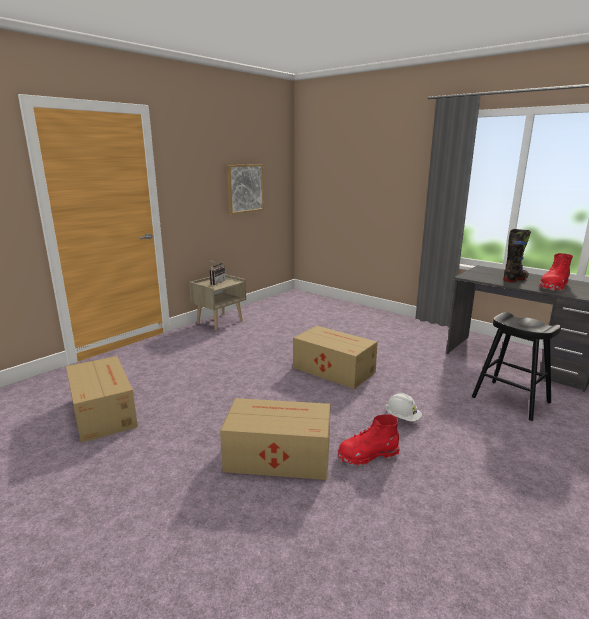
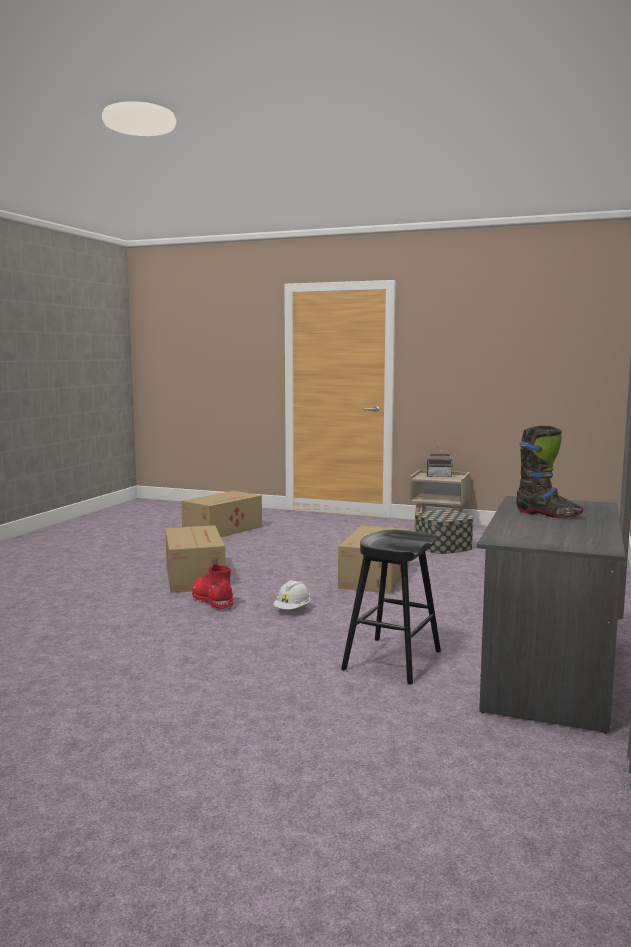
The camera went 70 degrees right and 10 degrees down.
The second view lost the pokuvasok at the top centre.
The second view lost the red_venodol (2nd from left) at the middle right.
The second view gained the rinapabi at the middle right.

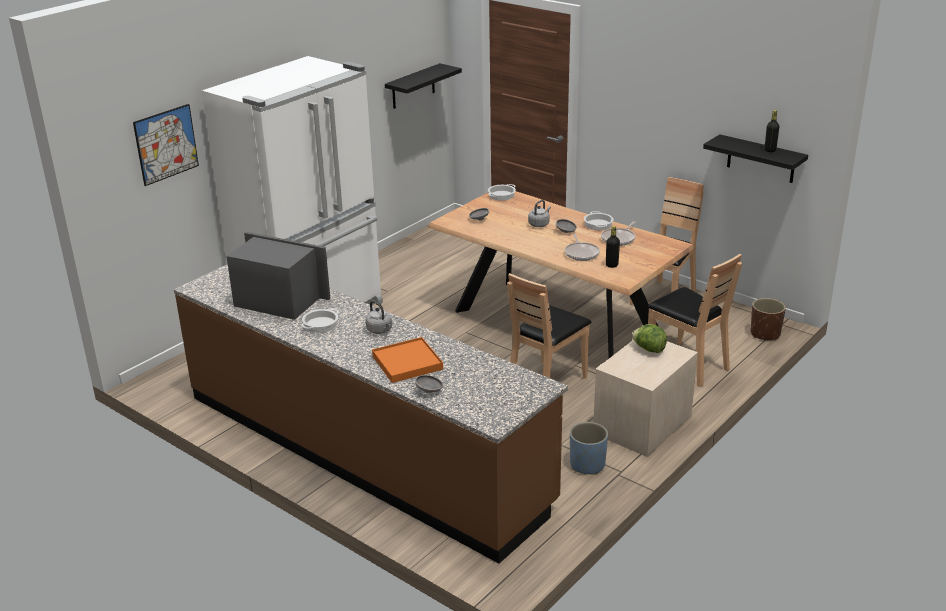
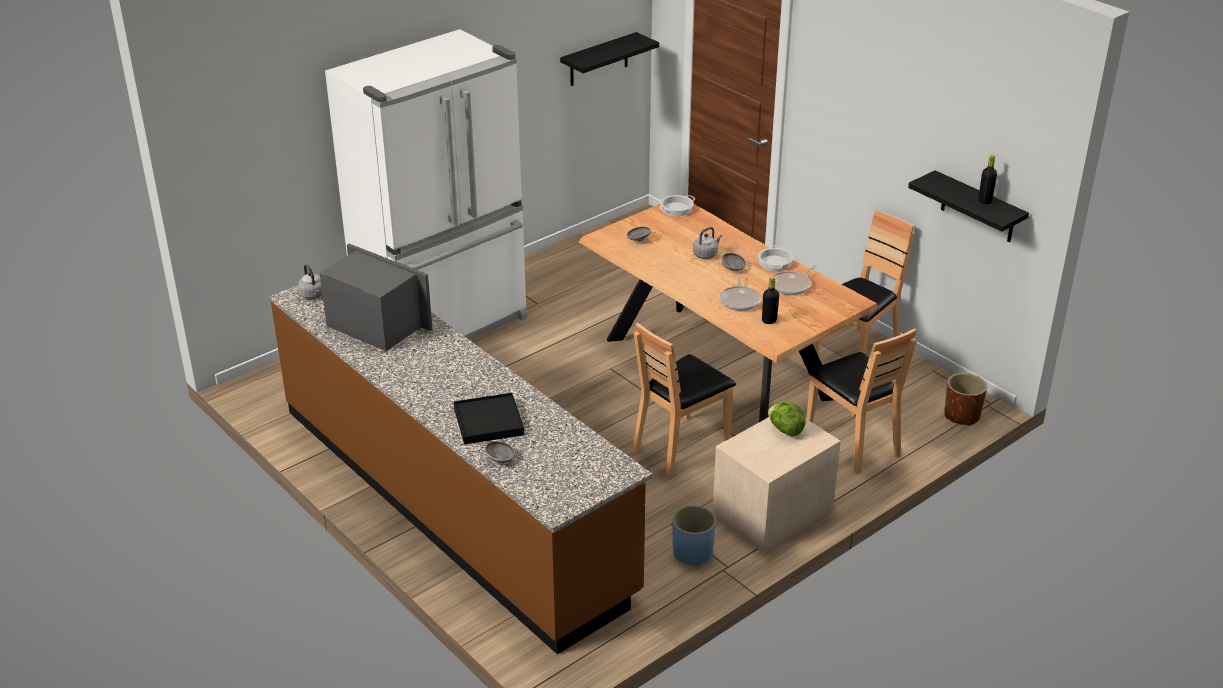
The camera went 10 degrees right and 5 degrees up.
The second view lost the pokuvasok at the top left.
The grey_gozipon (1st from left) ended up elsewhere, having gone from the centre to the middle left.
The second view lost the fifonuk (1st from left) at the centre.
What was the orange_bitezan at the centre turned into the black_bitezan at the centre.

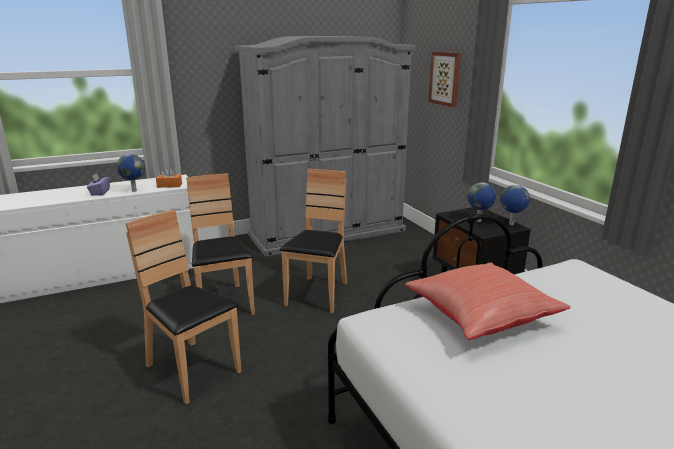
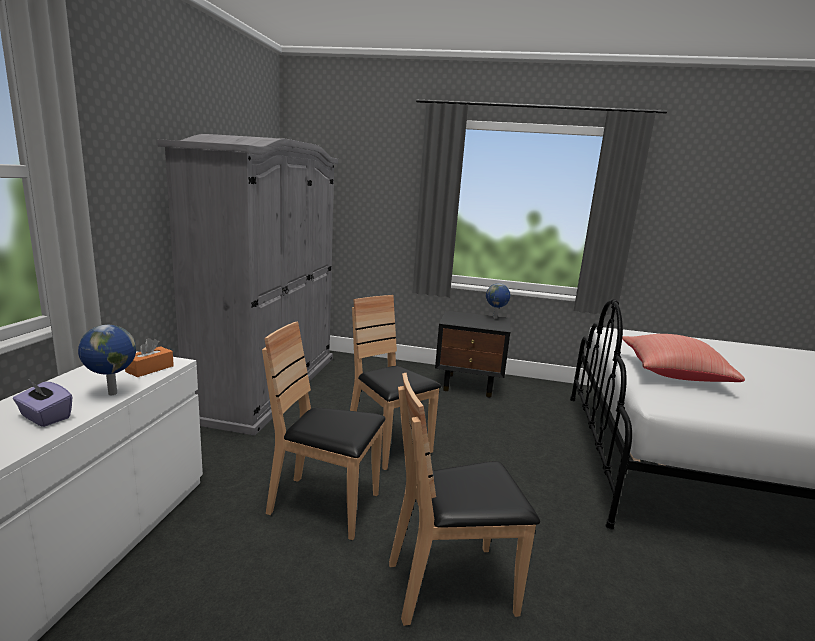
The camera went 55 degrees left and 5 degrees down.
The second view lost the pokuvasok at the top centre.
The second view lost the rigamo (2nd from left) at the middle right.

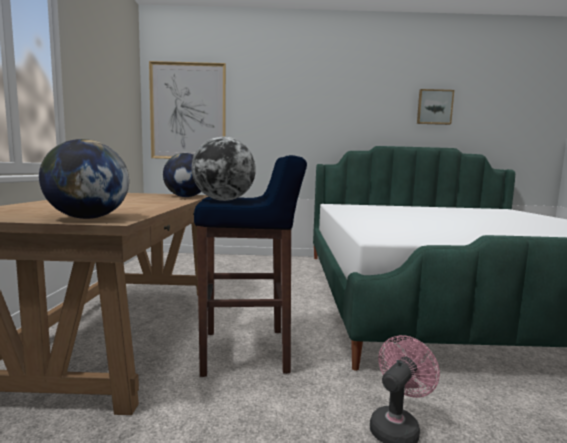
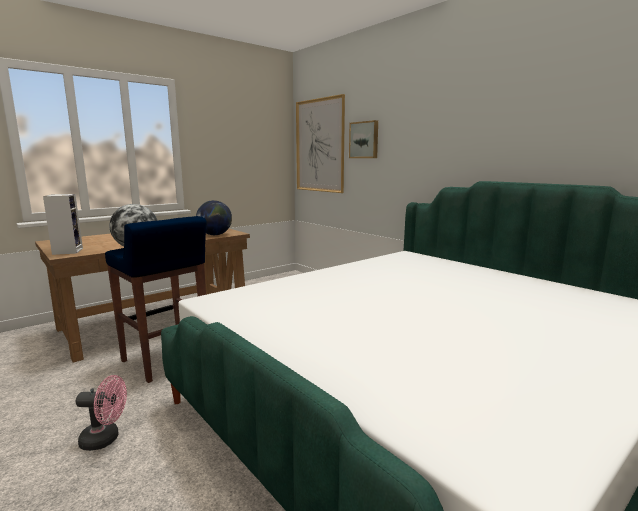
The camera went 50 degrees right and 5 degrees up.
The pokuvasok (2nd from left) ended up elsewhere, having gone from the top right to the top centre.
Where the rigamo (1st from left) stood at the middle left, the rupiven came to stand at the middle left.

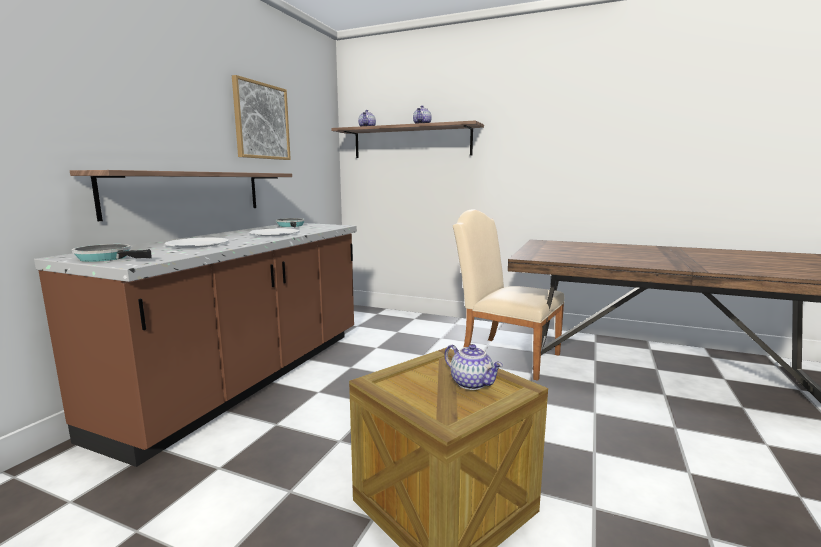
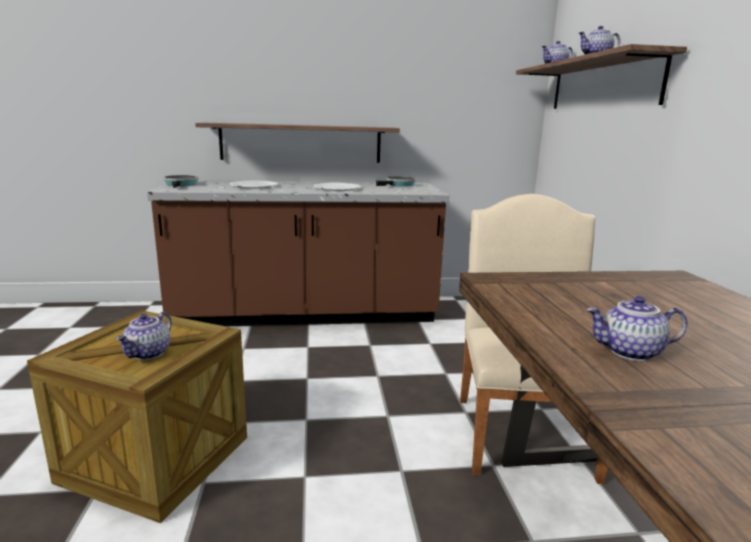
The camera went 60 degrees right and 5 degrees up.
The second view lost the pokuvasok at the top left.
The second view gained the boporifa (4th from left) at the middle right.

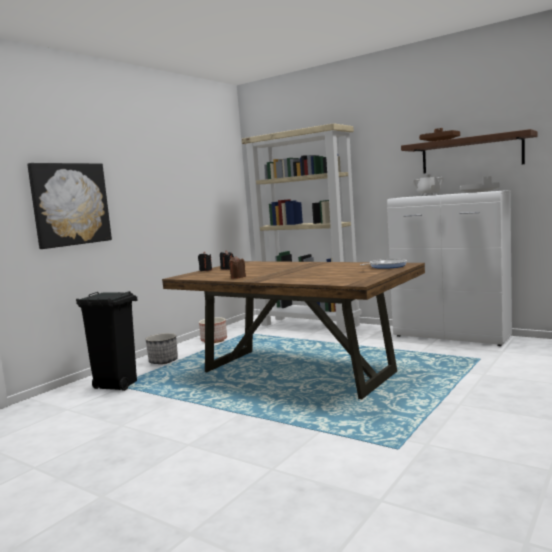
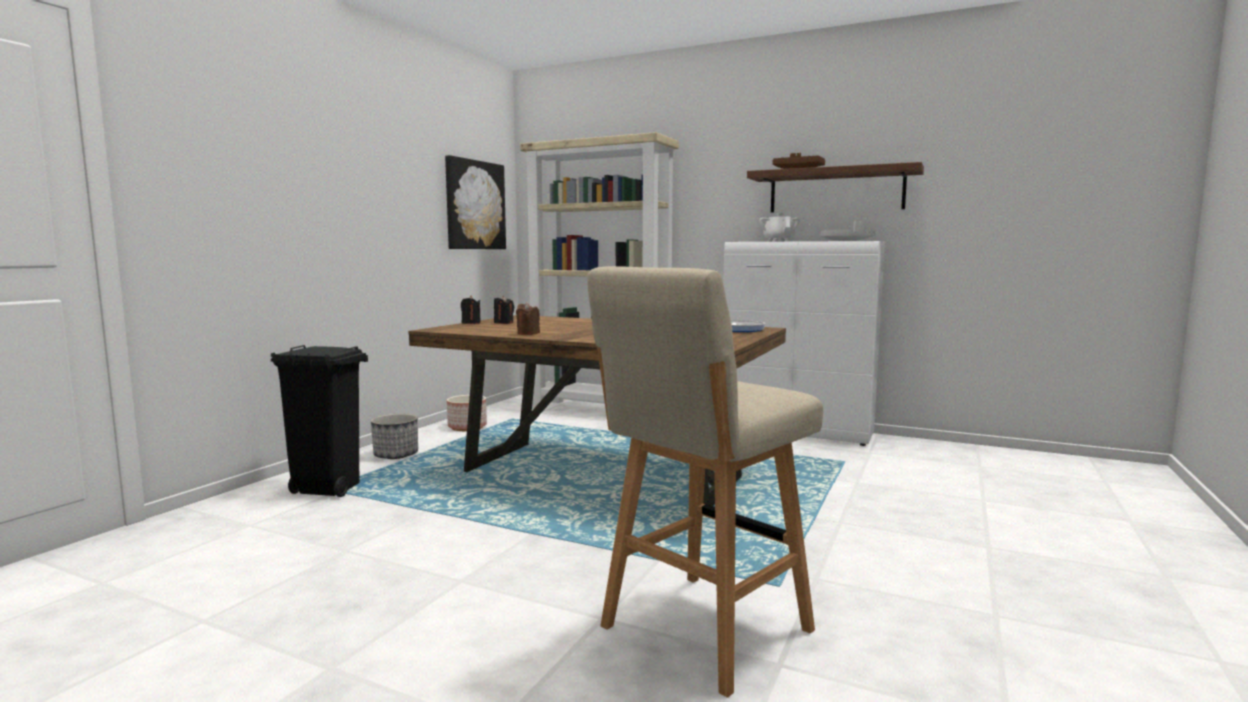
The camera went 10 degrees left and 0 degrees up.
The pokuvasok ended up elsewhere, having gone from the middle left to the top centre.
The second view gained the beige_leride at the bottom centre.

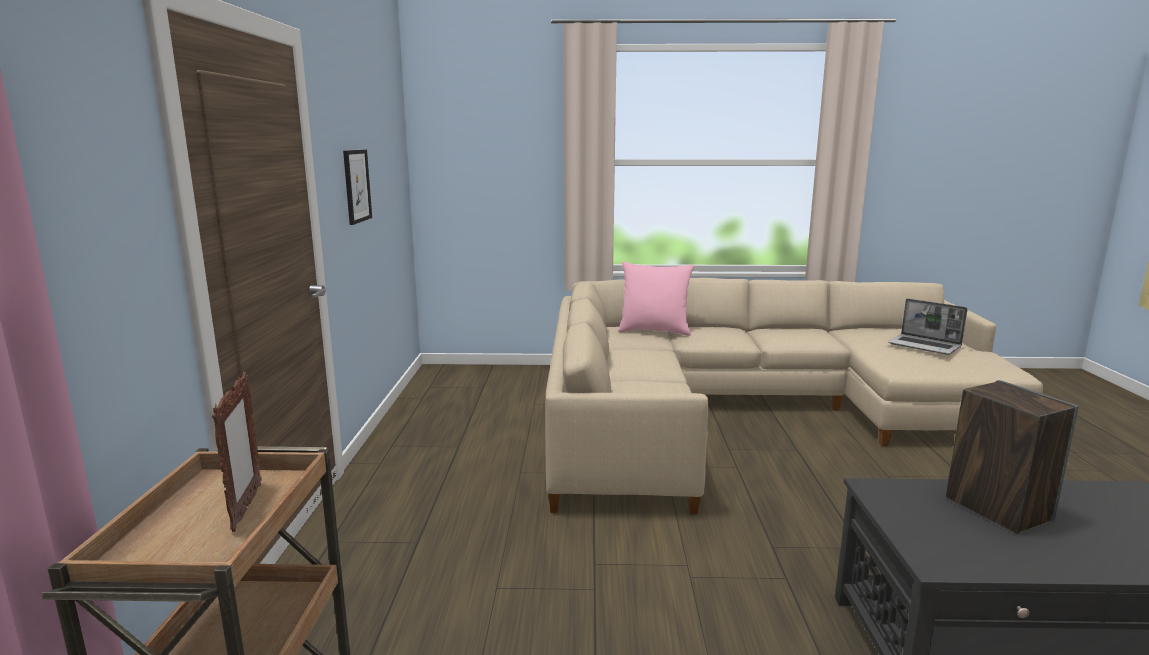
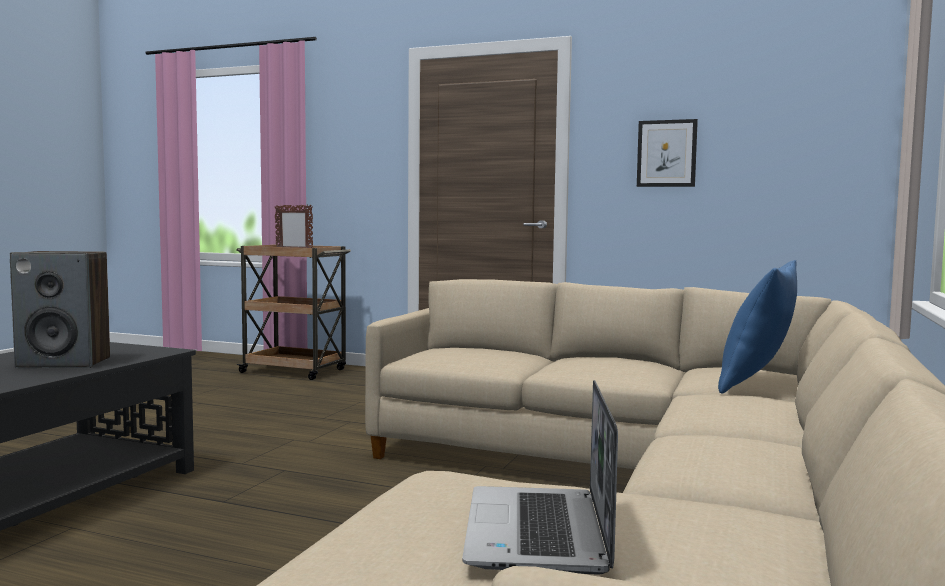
The camera went 110 degrees right and 10 degrees down.
What was the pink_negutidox at the centre turned into the blue_negutidox at the middle right.
The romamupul at the middle right ended up facing another way, 60 degrees counterclockwise from before.

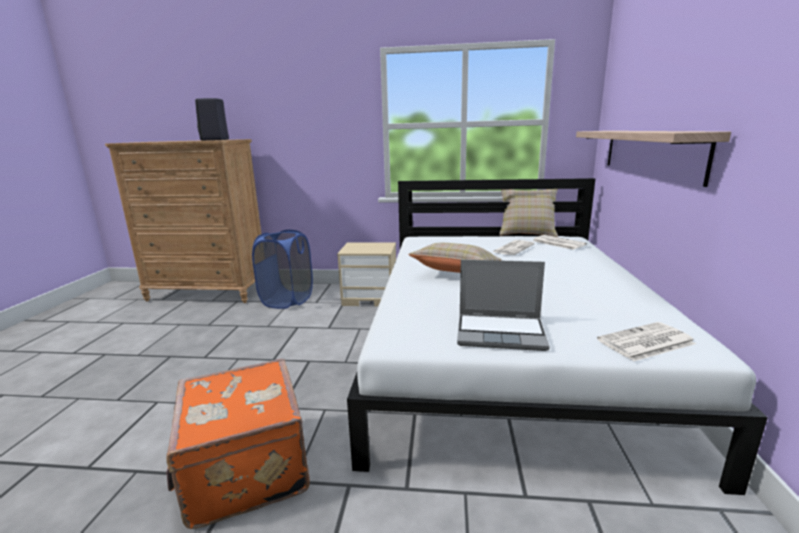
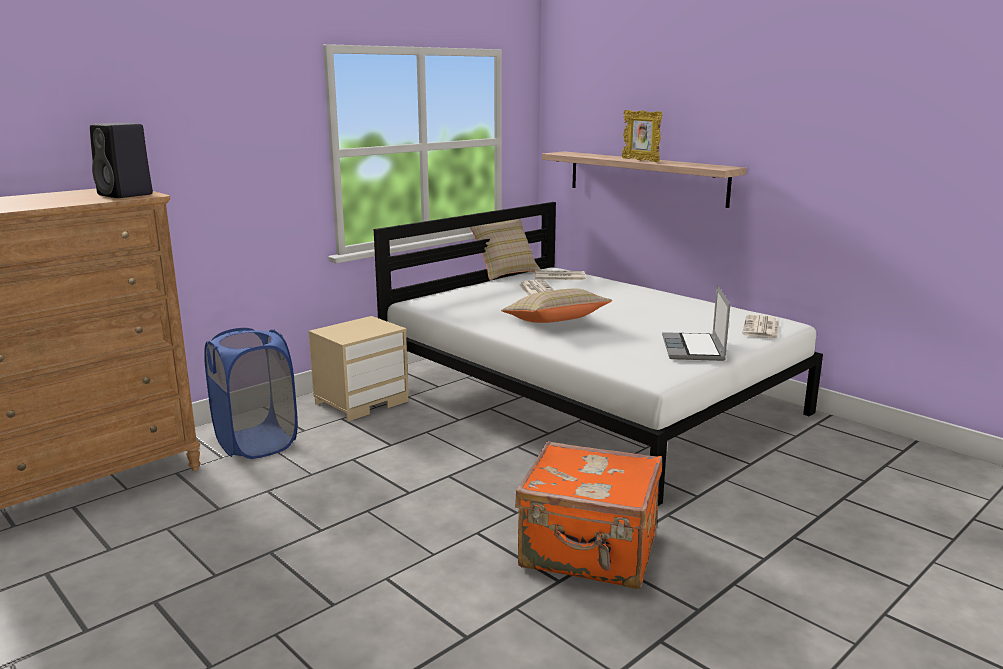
The camera went 50 degrees left and 0 degrees up.
The romamupul at the centre ended up facing another way, 135 degrees clockwise from before.
The second view gained the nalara at the top centre.

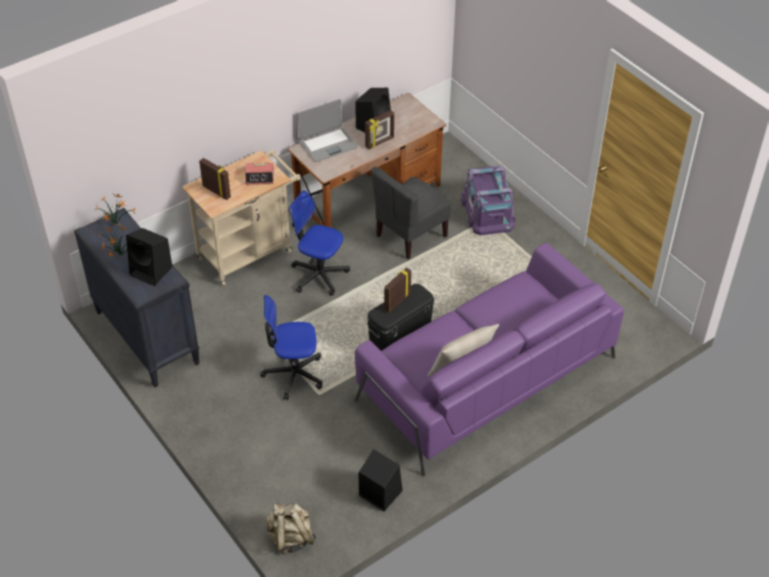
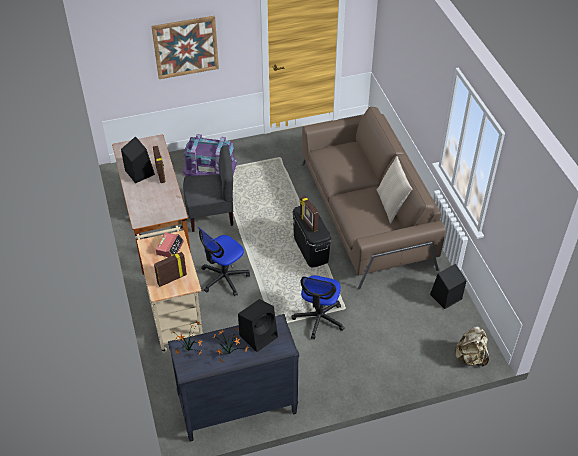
The camera went 70 degrees left and 0 degrees up.
The second view lost the romamupul at the top centre.
The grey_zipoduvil at the centre ended up facing another way, 75 degrees counterclockwise from before.
What was the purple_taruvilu at the centre turned into the brown_taruvilu at the centre.
The second view gained the pokuvasok at the top left.

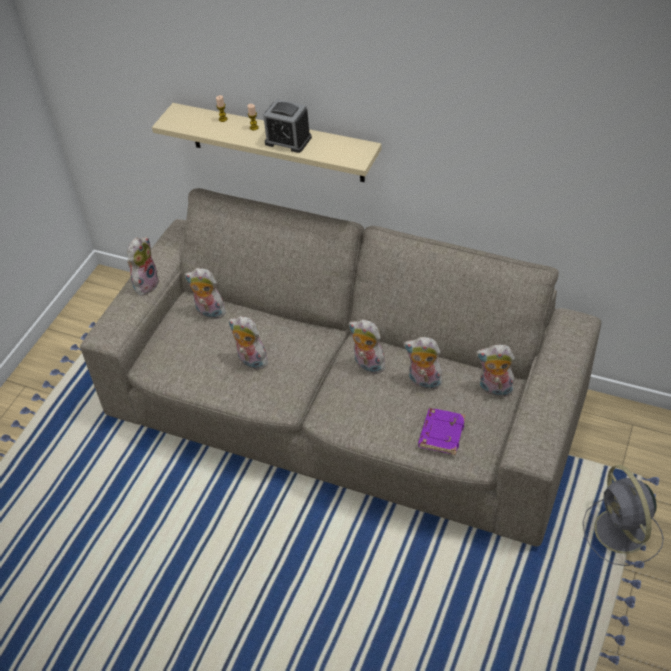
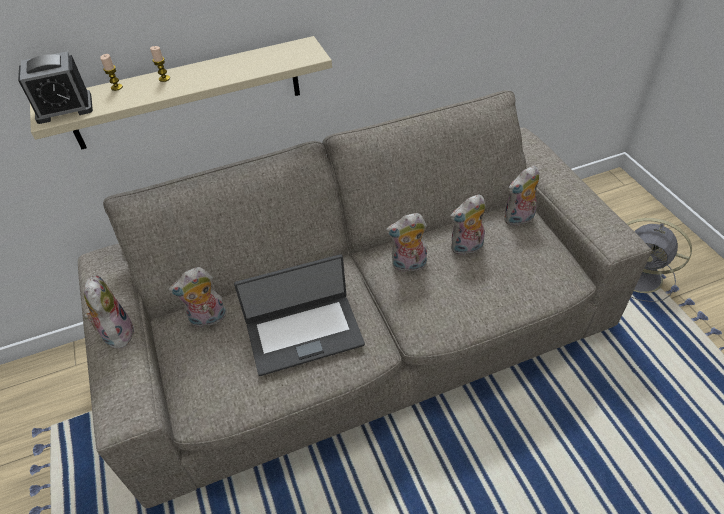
The camera went 45 degrees left and 0 degrees up.
The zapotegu ended up elsewhere, having gone from the top centre to the top left.
Where the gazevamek (3rd from left) stood at the centre, the romamupul came to stand at the centre.
The second view lost the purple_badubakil at the centre.

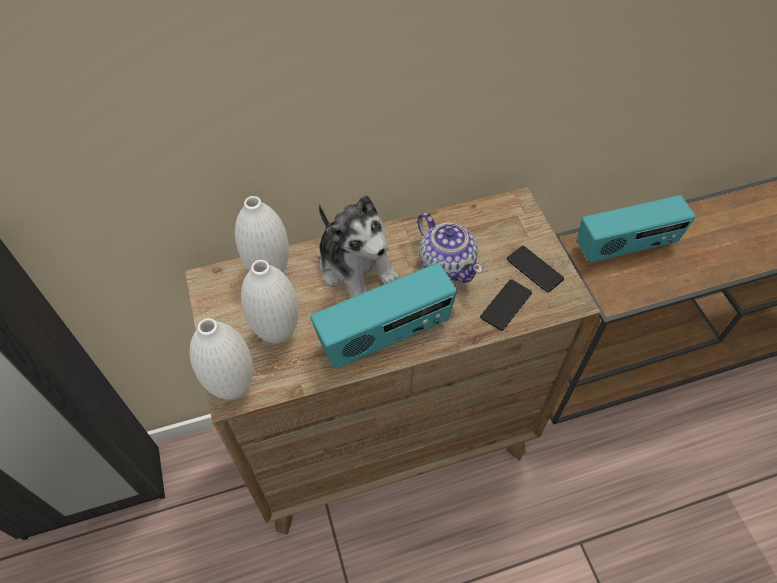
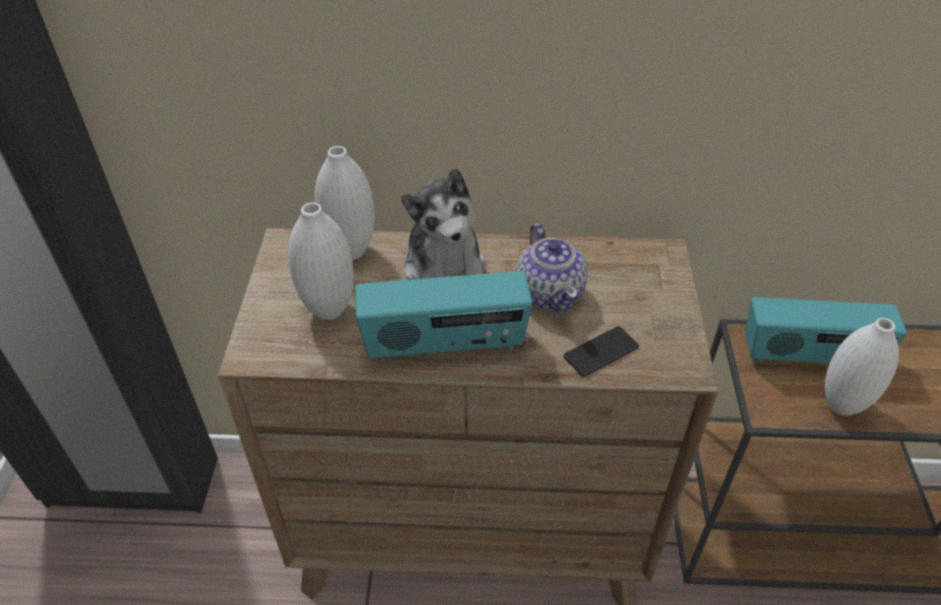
The camera went 20 degrees right and 10 degrees down.
The second view lost the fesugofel (2nd from left) at the middle right.
The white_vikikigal (1st from left in the first image) ended up elsewhere, having gone from the middle left to the middle right.

